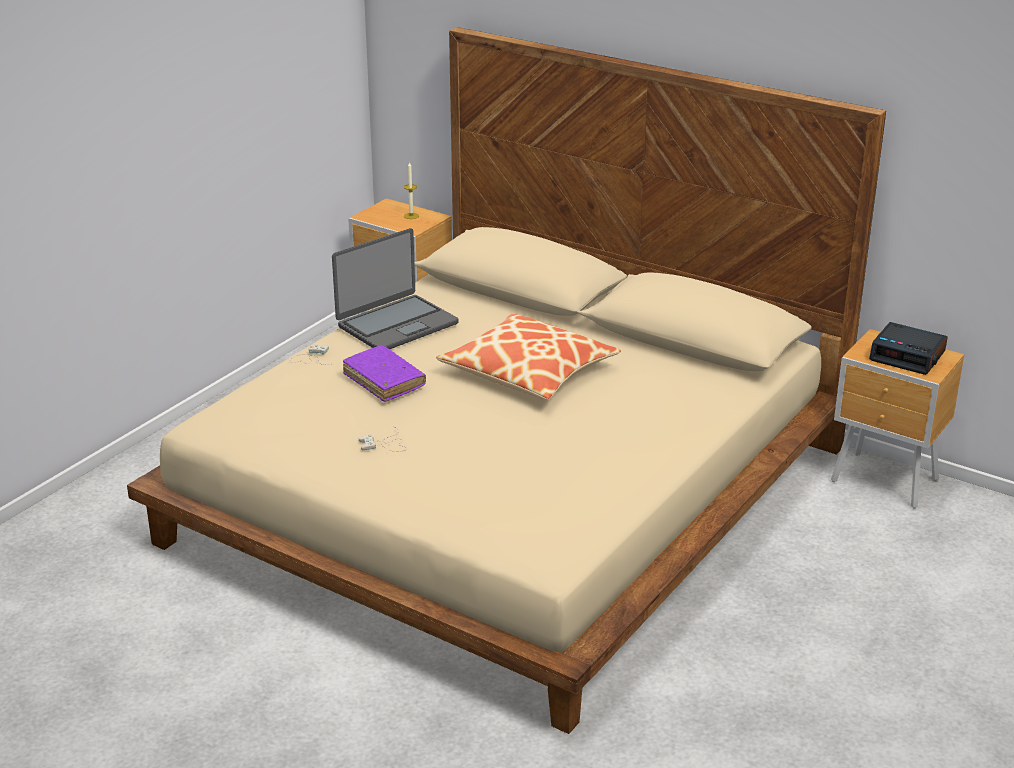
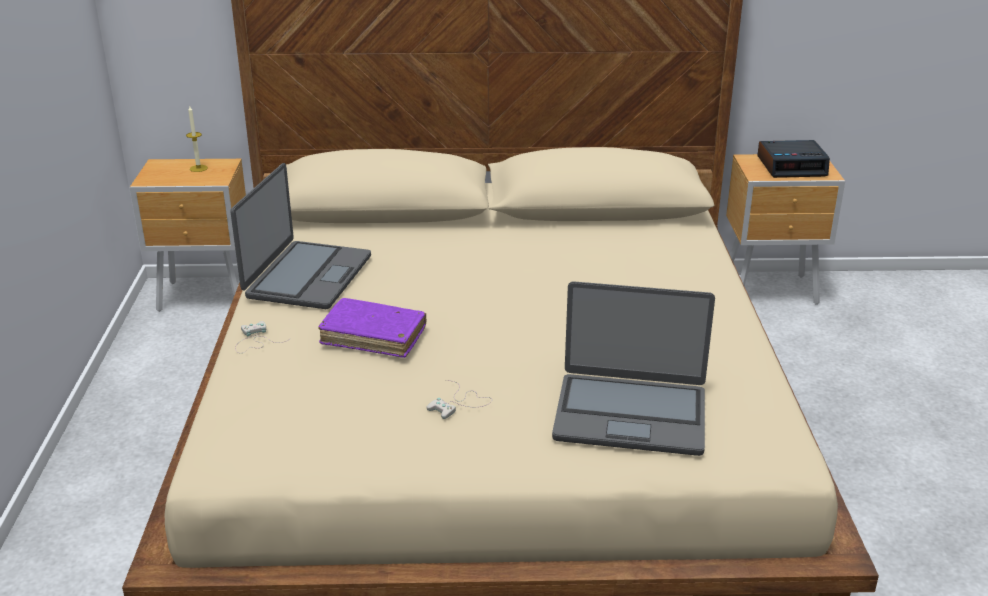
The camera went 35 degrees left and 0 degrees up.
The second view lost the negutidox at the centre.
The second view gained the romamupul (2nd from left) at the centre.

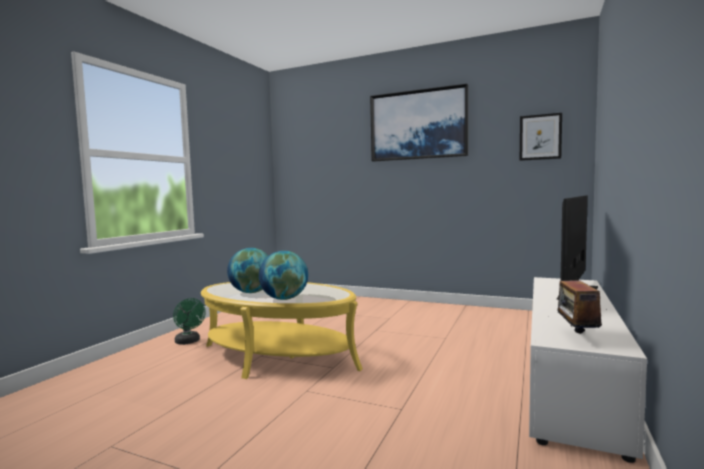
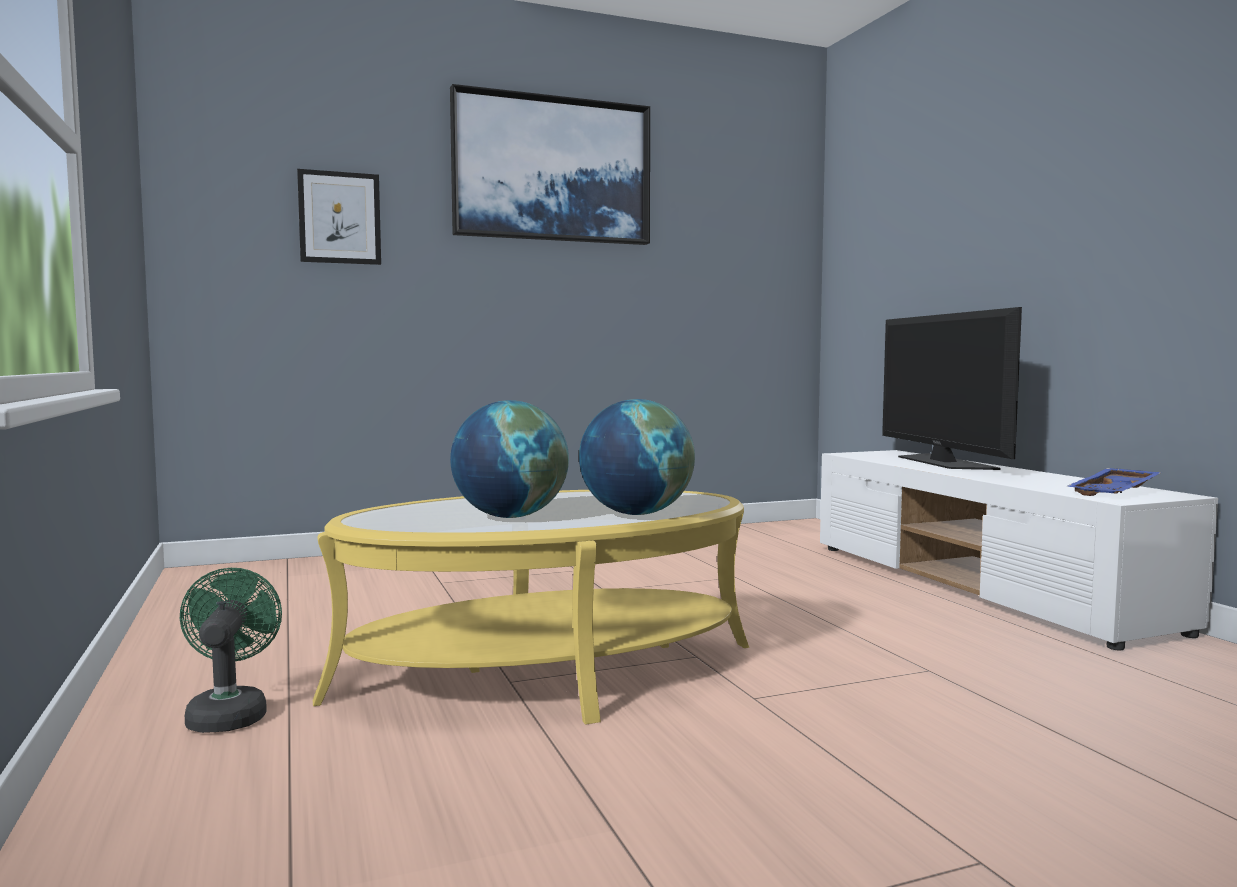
The camera went 45 degrees left and 0 degrees up.
The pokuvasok (2nd from left in the first image) ended up elsewhere, having gone from the top right to the top left.
Where the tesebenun stood at the middle right, the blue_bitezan came to stand at the middle right.
The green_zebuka at the bottom left ended up facing another way, 105 degrees counterclockwise from before.

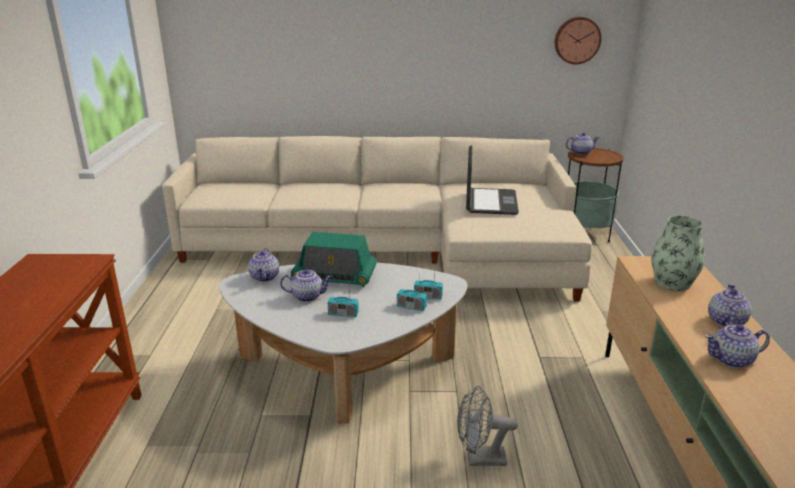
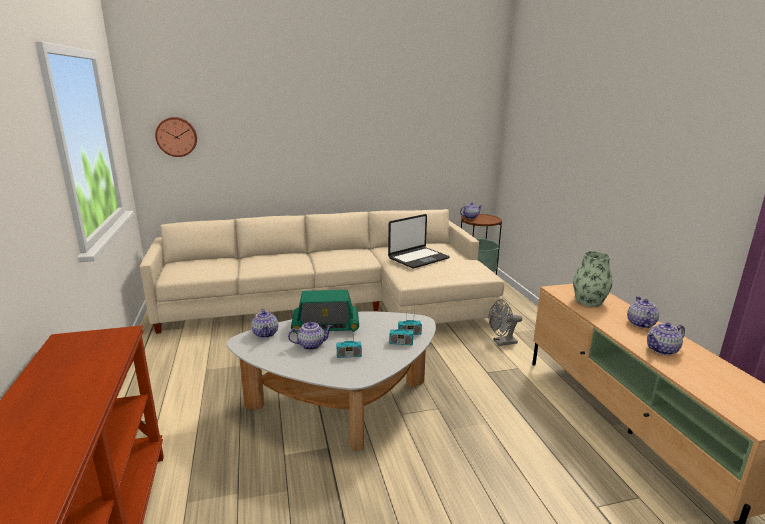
The camera went 15 degrees left and 5 degrees down.
The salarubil ended up elsewhere, having gone from the top right to the top left.
The romamupul at the centre ended up facing another way, 60 degrees clockwise from before.
The grey_zebuka ended up elsewhere, having gone from the bottom centre to the centre.

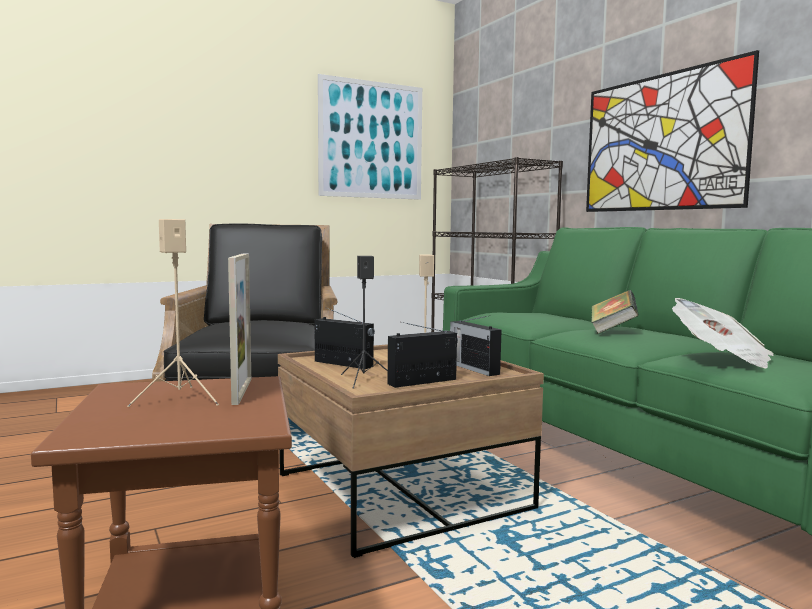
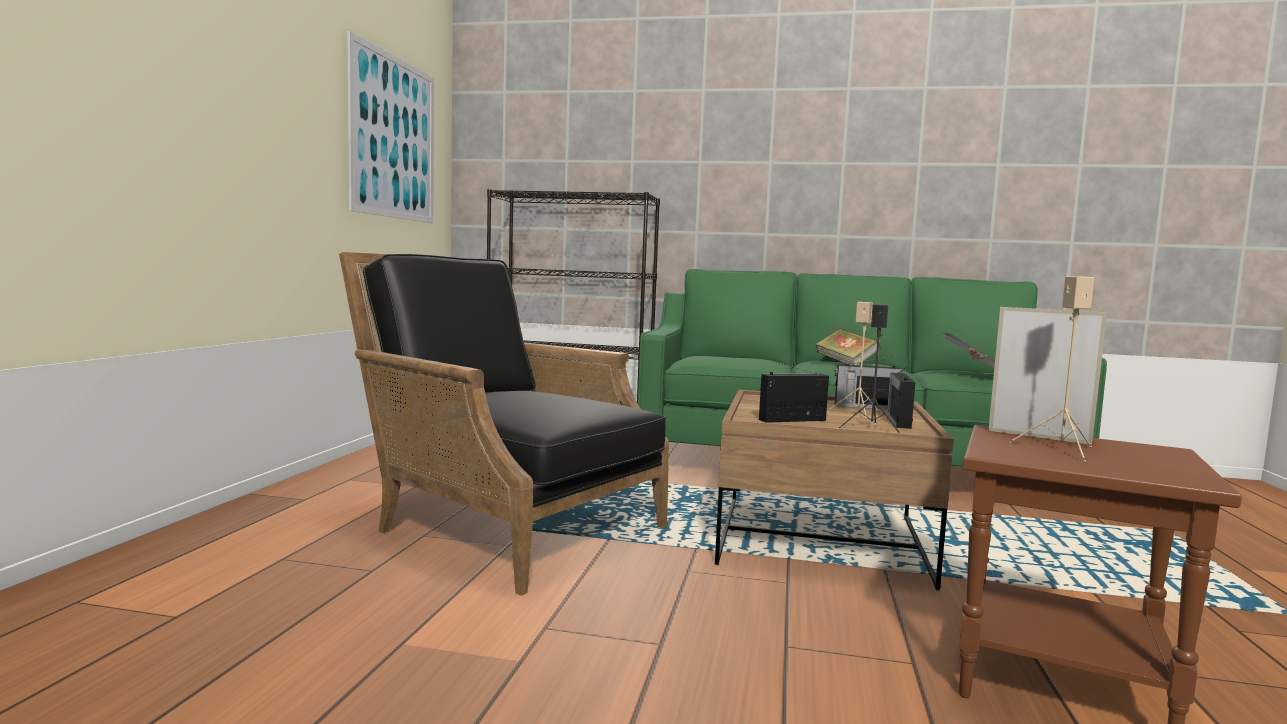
The camera went 50 degrees left and 0 degrees up.
The second view lost the pokuvasok (2nd from left) at the top right.

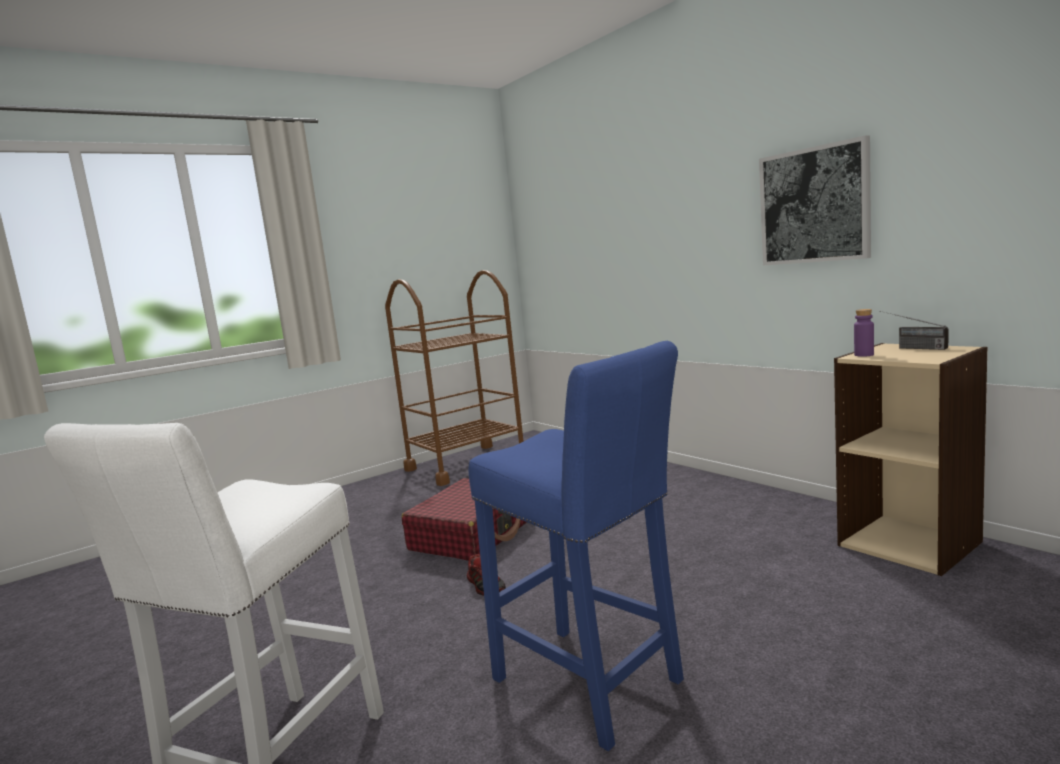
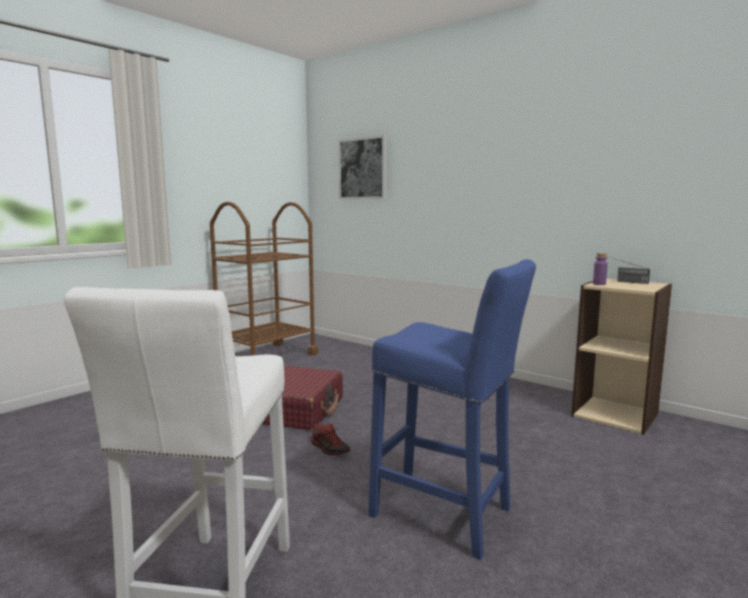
The camera went 15 degrees left and 0 degrees up.
The pokuvasok ended up elsewhere, having gone from the top right to the top centre.

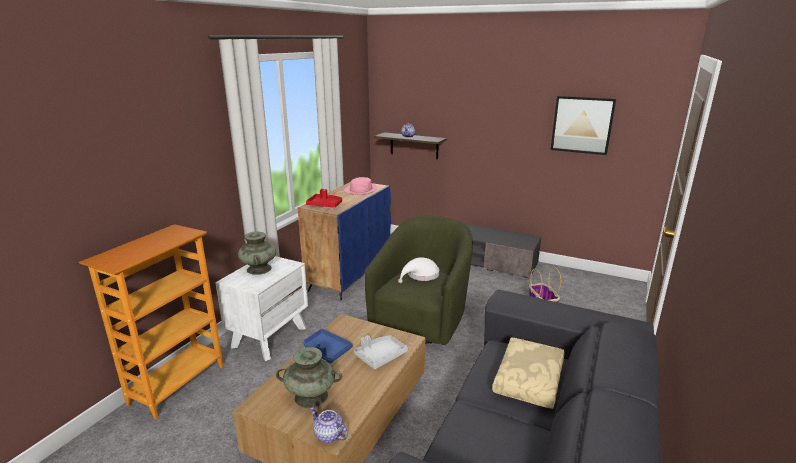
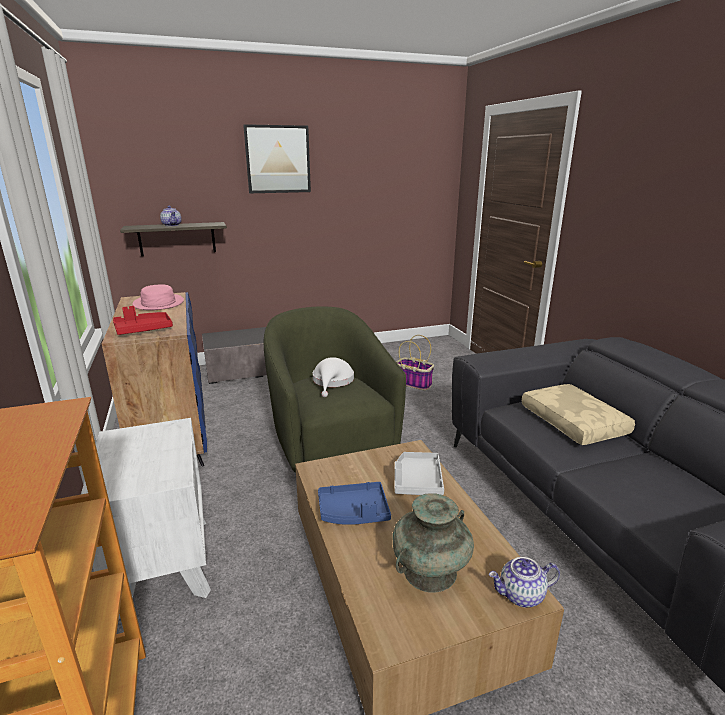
The camera went 45 degrees left and 0 degrees up.
The pokuvasok ended up elsewhere, having gone from the top right to the top centre.
The second view lost the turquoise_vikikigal (1st from left) at the middle left.

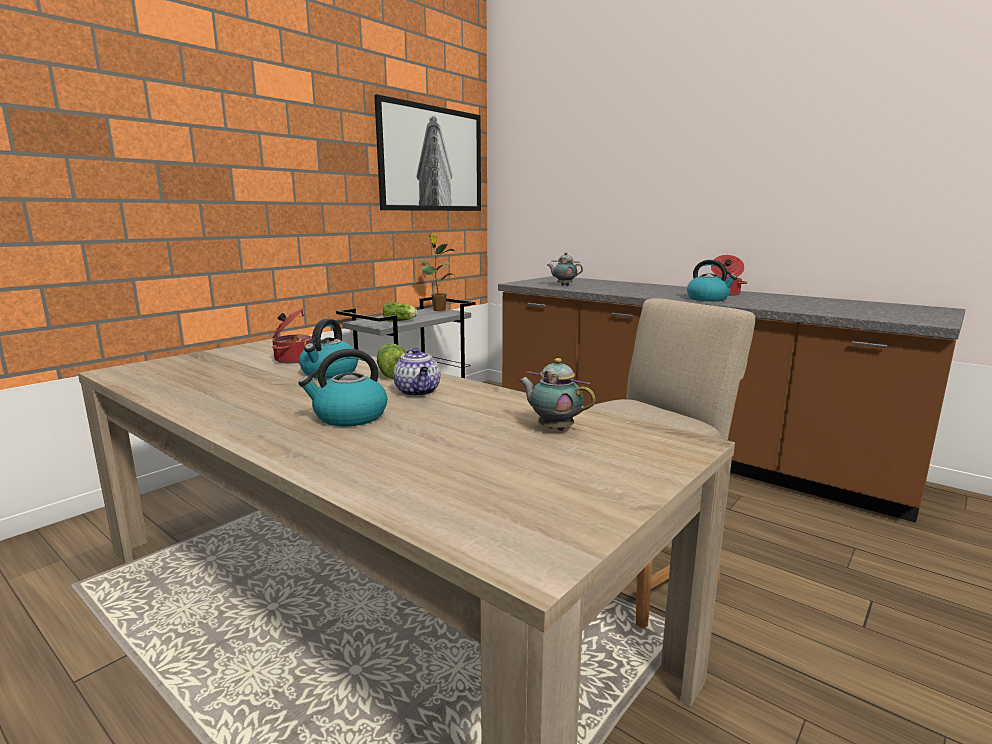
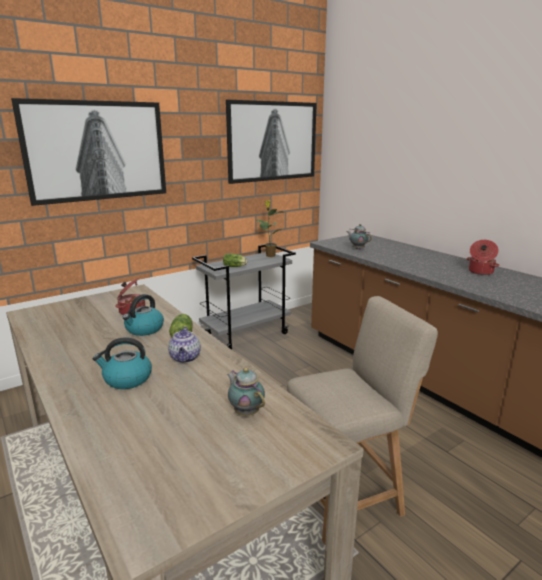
The camera went 15 degrees right and 5 degrees up.
The second view lost the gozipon (3rd from left) at the middle right.
The second view gained the pokuvasok (1st from left) at the top left.

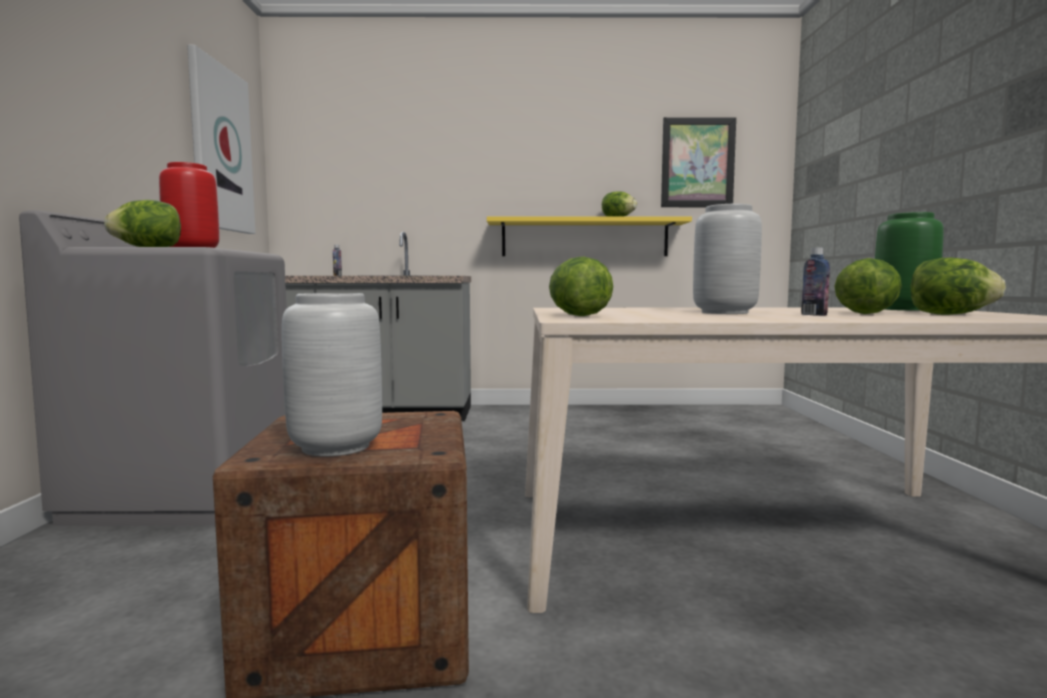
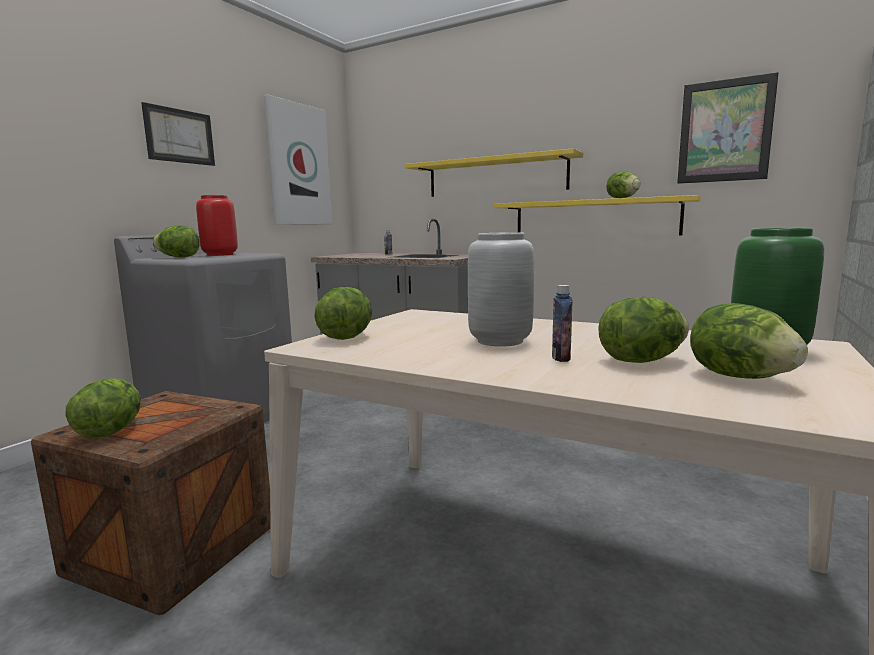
The camera went 30 degrees right and 5 degrees up.
Where the grey_vikikigal (1st from left) stood at the middle left, the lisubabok (1st from left) came to stand at the middle left.
The second view gained the pokuvasok (1st from left) at the top left.
The second view gained the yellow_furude (1st from left) at the top centre.

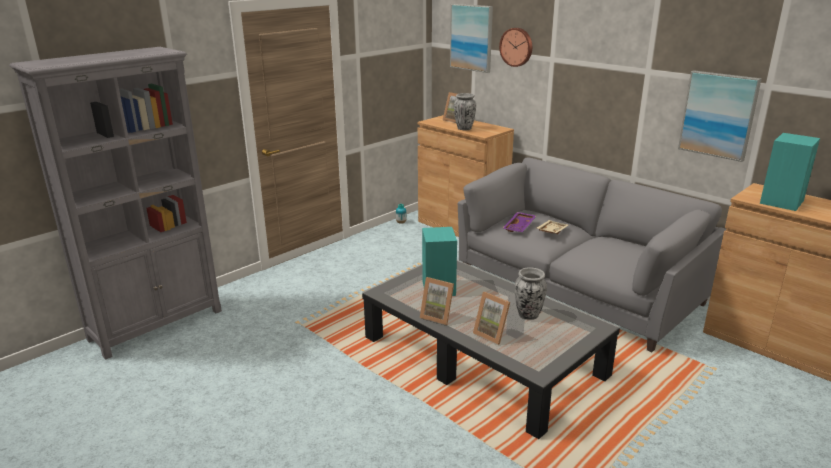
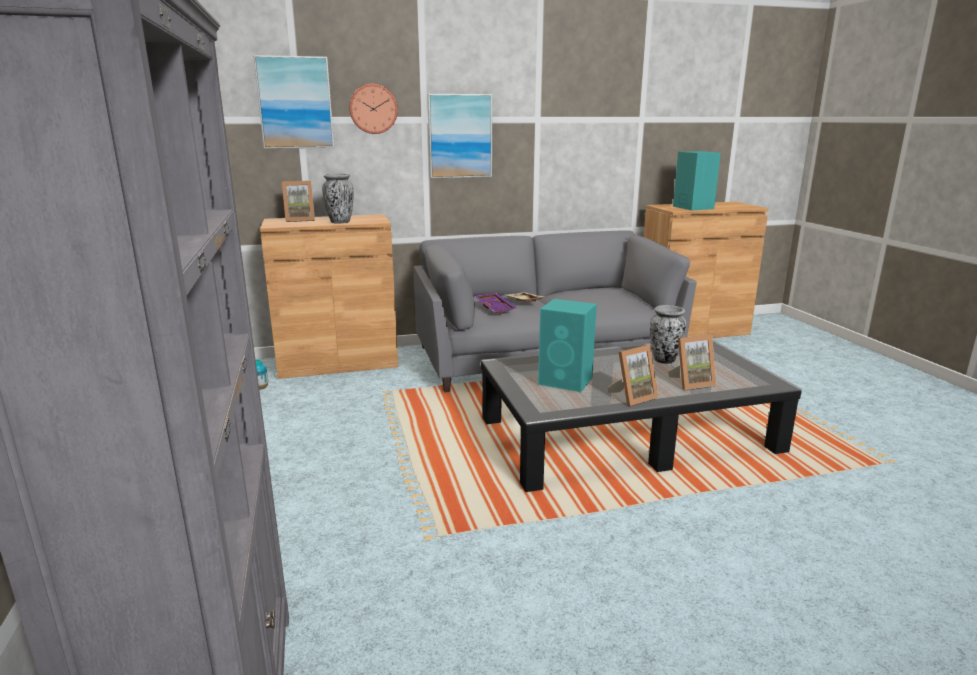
The camera went 60 degrees left and 5 degrees down.
The pokuvasok (2nd from left) ended up elsewhere, having gone from the top right to the top centre.

